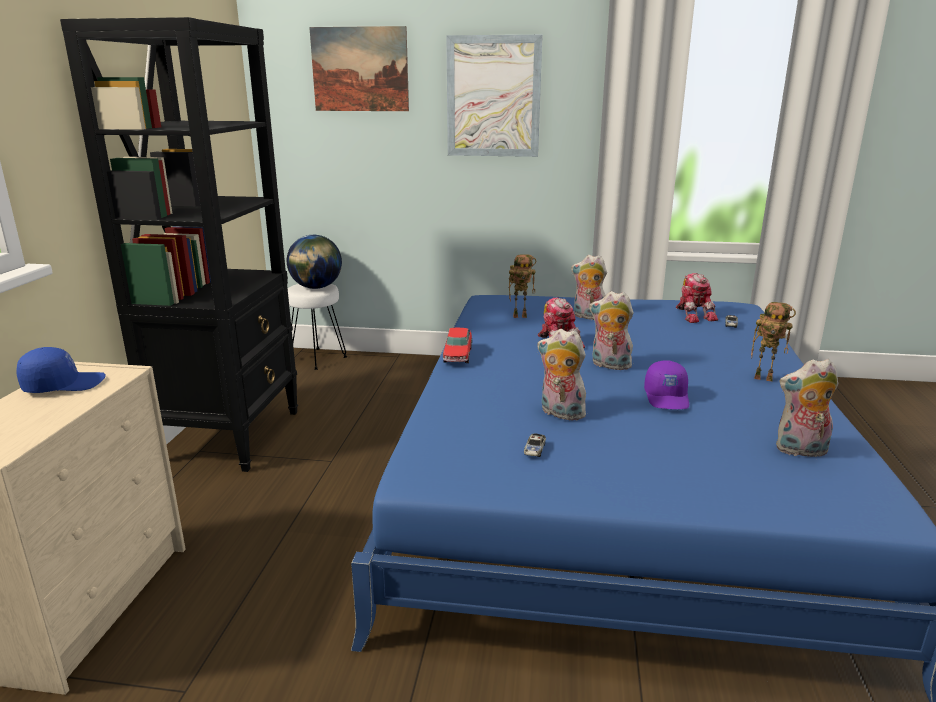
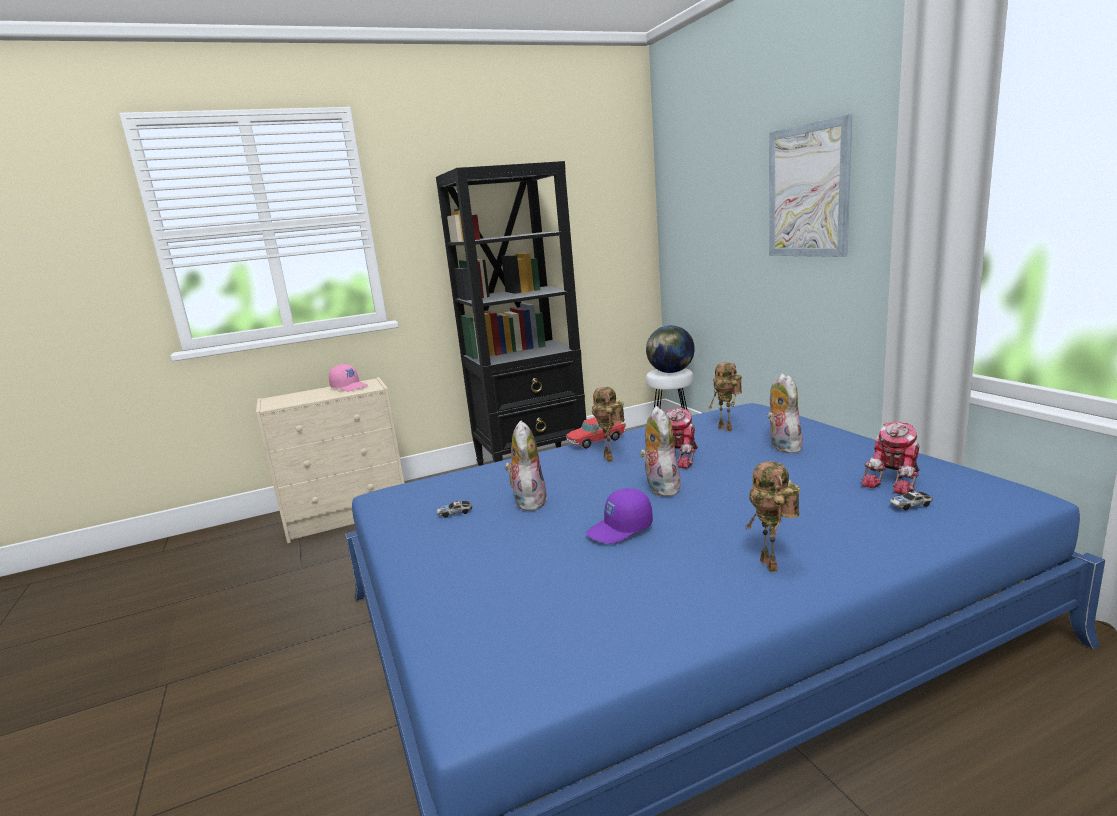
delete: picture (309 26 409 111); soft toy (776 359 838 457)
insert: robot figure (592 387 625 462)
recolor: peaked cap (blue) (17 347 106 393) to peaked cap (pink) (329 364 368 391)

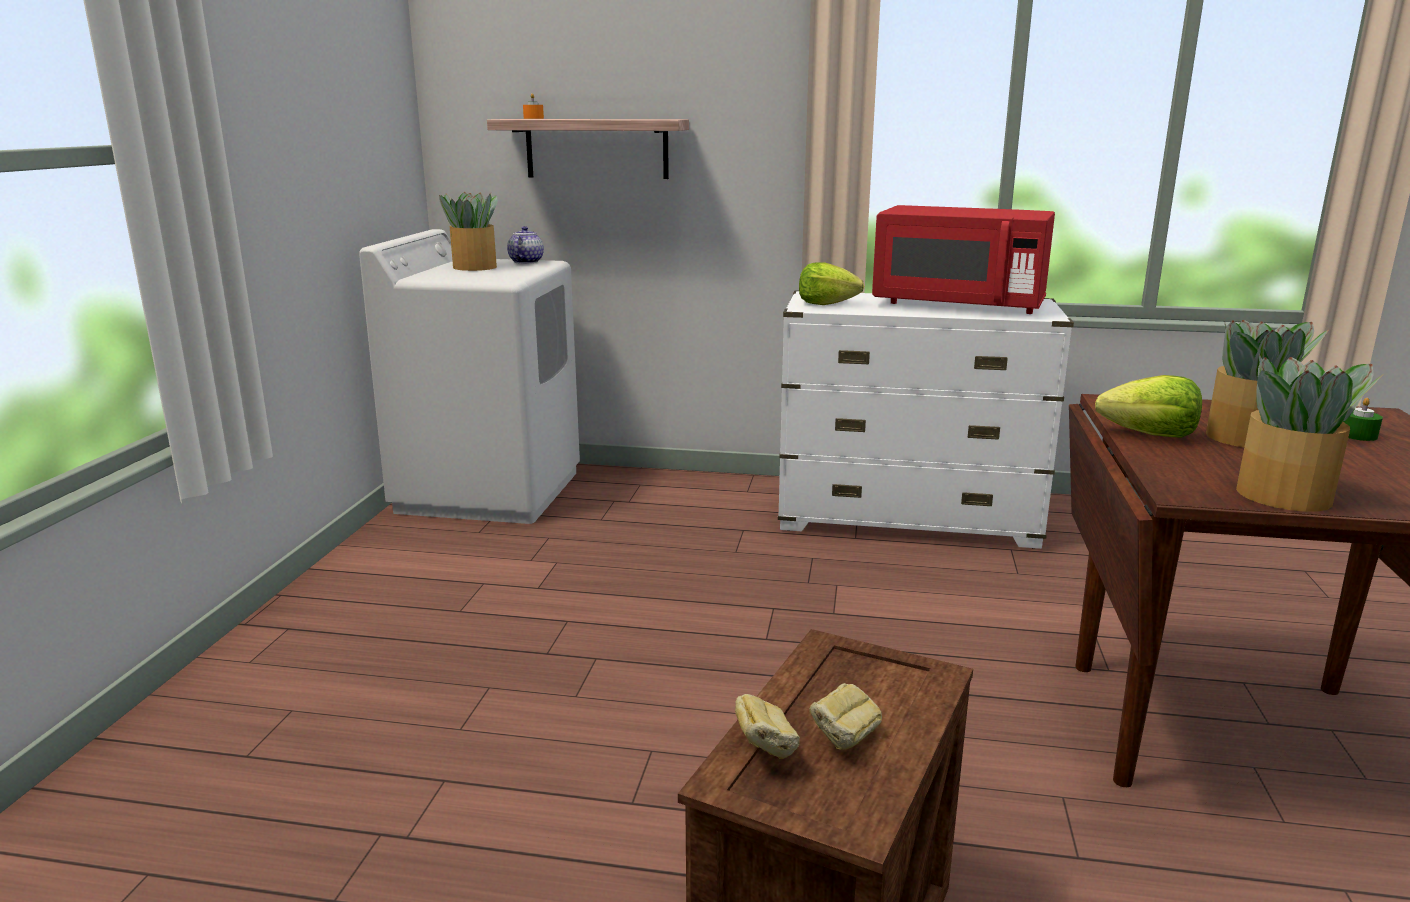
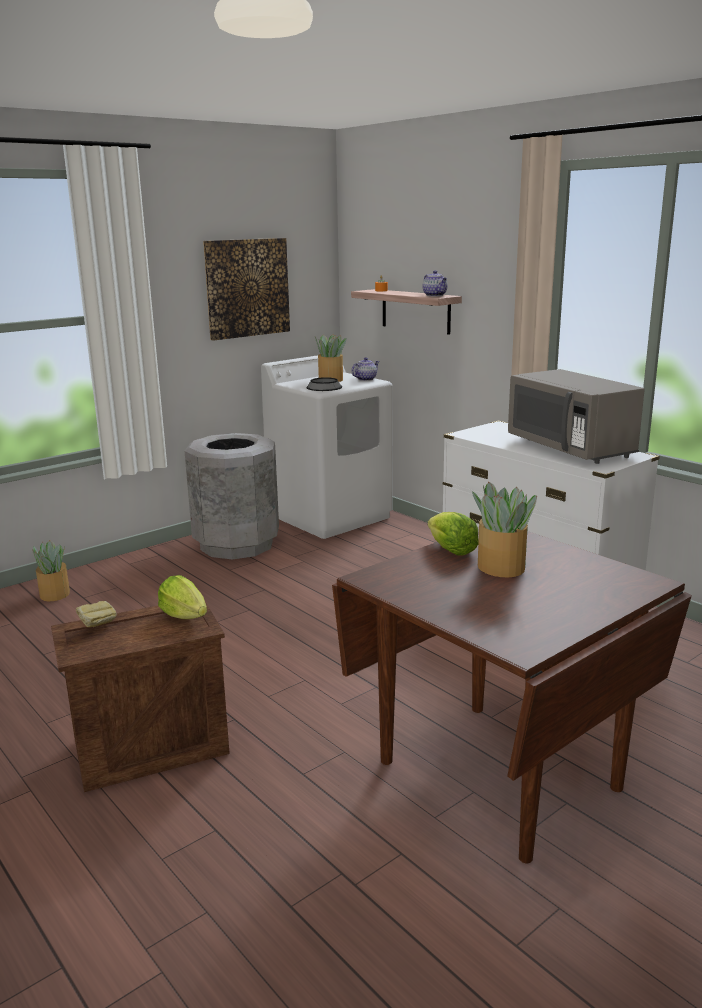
delete: bread (810 683 882 750); wax candle (greenish) (1343 398 1383 441)
insert: trash can (gray) (185 433 279 559); picture (203 238 290 341); serving bowl (307 377 342 391); pot for tea (422 270 448 296)
move: potted plant (1236 354 1383 512) to (32 540 70 601); lettuce head (799 262 864 305) to (158 575 207 619)
recolor: microwave oven (red) (872 205 1055 314) to microwave oven (gray) (508 369 645 464)

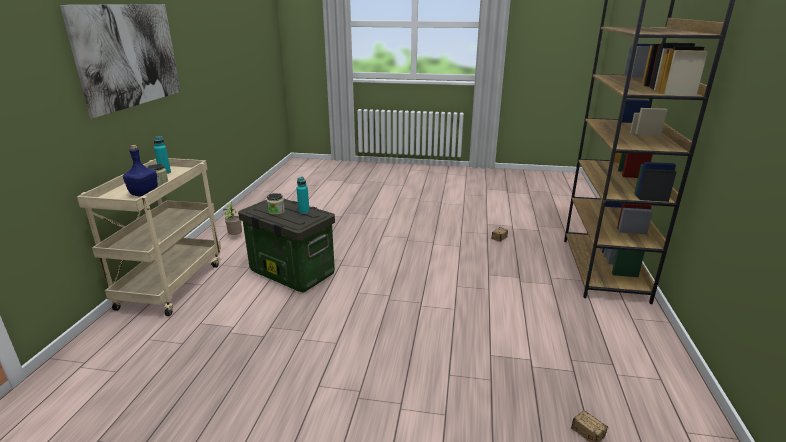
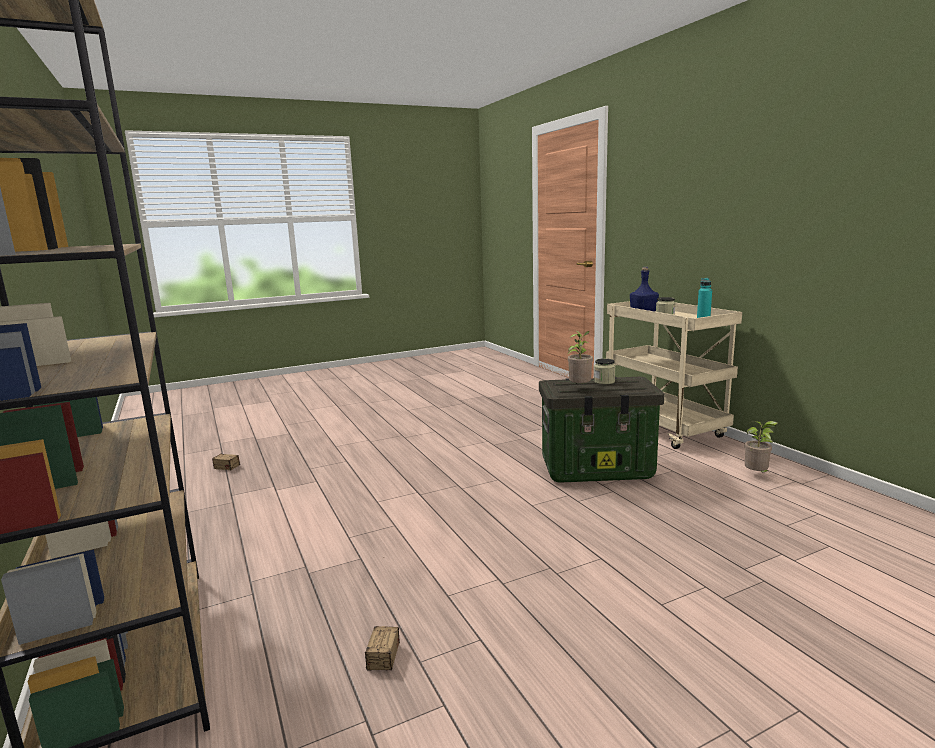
delete: picture (60 4 181 118)
replace: drink bottle (blue-green) (296 177 310 214) to potted plant (567 331 593 384)

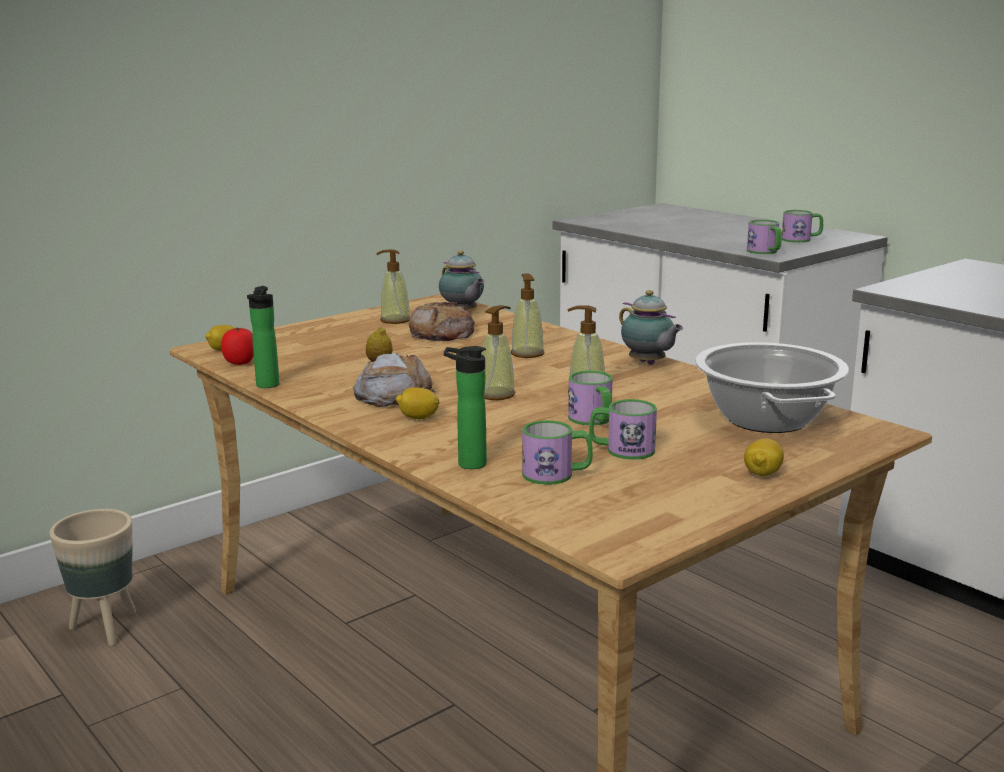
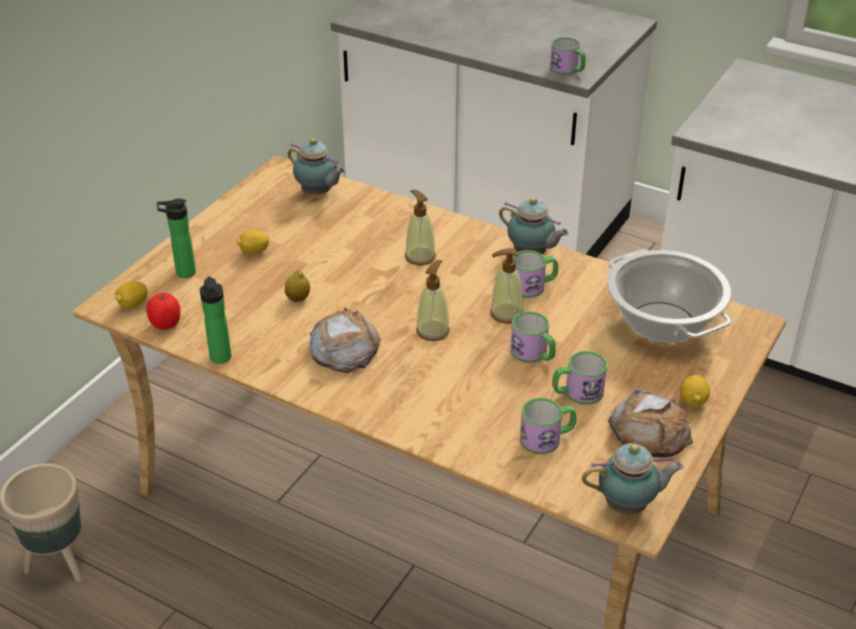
delete: liquid soap bottle (376 249 410 324)
insert: pot for tea (582 443 684 515)
move: drink bottle (444 346 487 469) to (157 198 196 278); citrus fruit (396 387 440 419) to (237 230 269 254); coffee mug (782 210 823 243) to (513 250 558 298); bread (409 302 475 341) to (608 388 693 458)

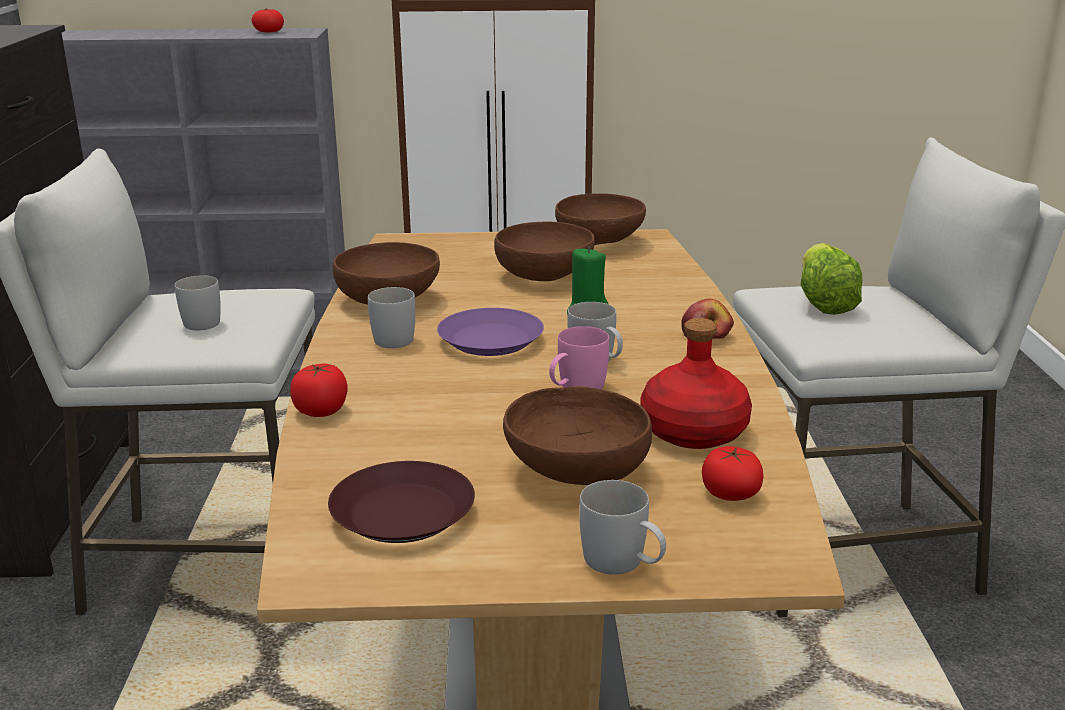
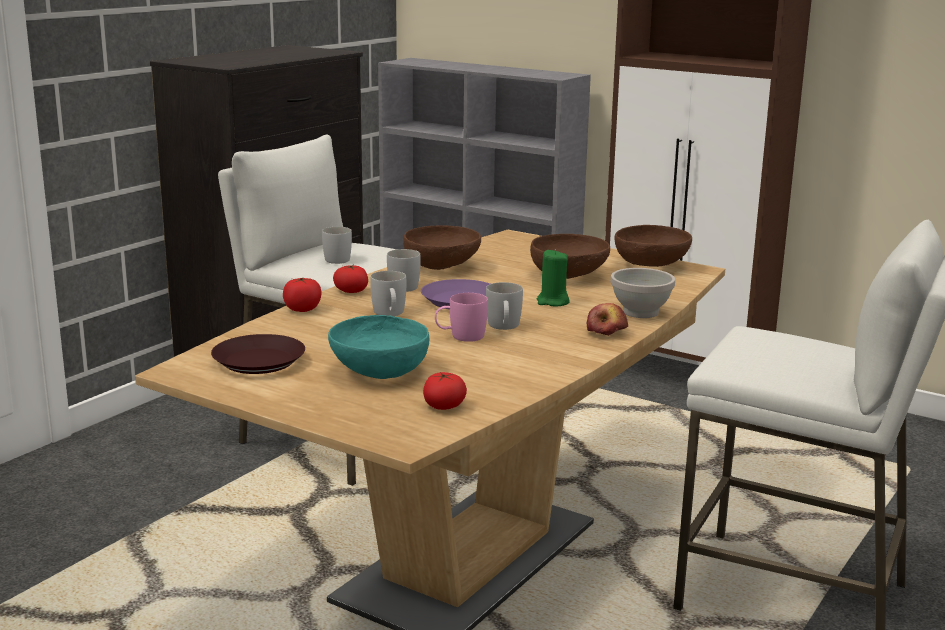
delete: drink bottle (red) (640 318 752 449); lettuce head (801 243 862 315)
insert: serving bowl (whitish) (611 268 675 318)
move: tomato (252 9 284 32) to (333 265 368 293); coffee mug (whitish) (579 480 666 575) to (370 271 406 316)
recolor: serving bowl (brownish) (503 386 652 485) to serving bowl (blue-green) (328 315 429 379)

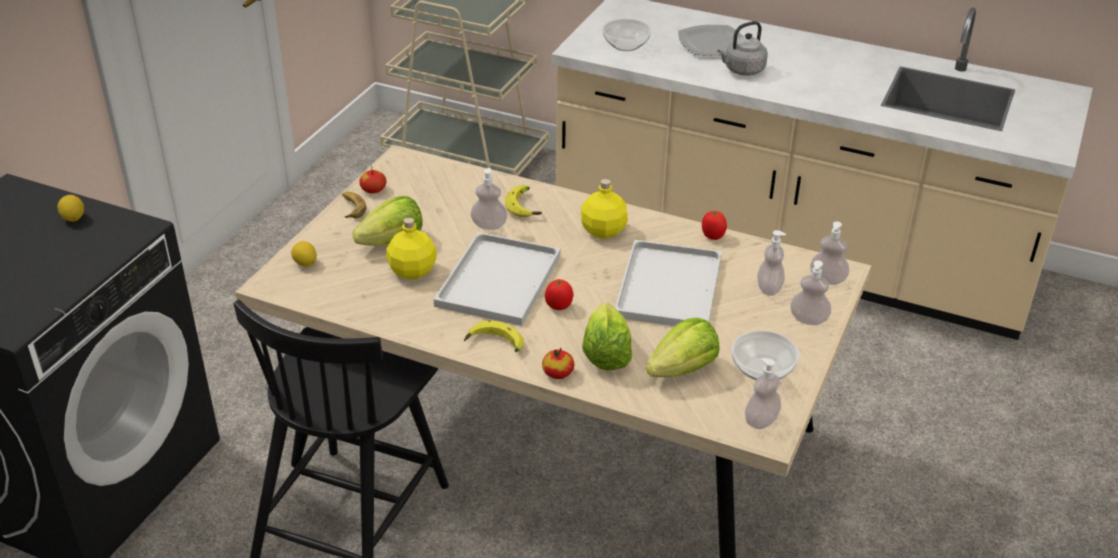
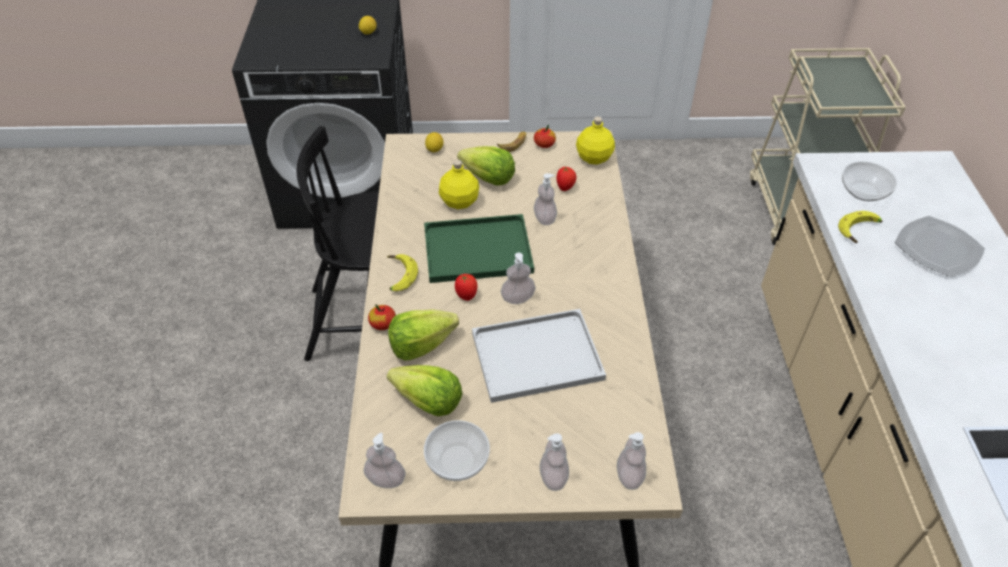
delete: water kettle (gray) (717 21 768 76)
move: liquid soap bottle (757 230 786 296) to (501 253 536 304); tomato (702 211 727 240) to (557 166 576 191); drink bottle (yellow) (581 179 628 239) to (576 116 615 165); banana fruit (505 185 542 217) to (838 211 882 243)
recolor: carrying tray (whitish) (434 232 561 326) to carrying tray (greenish) (424 214 534 283)

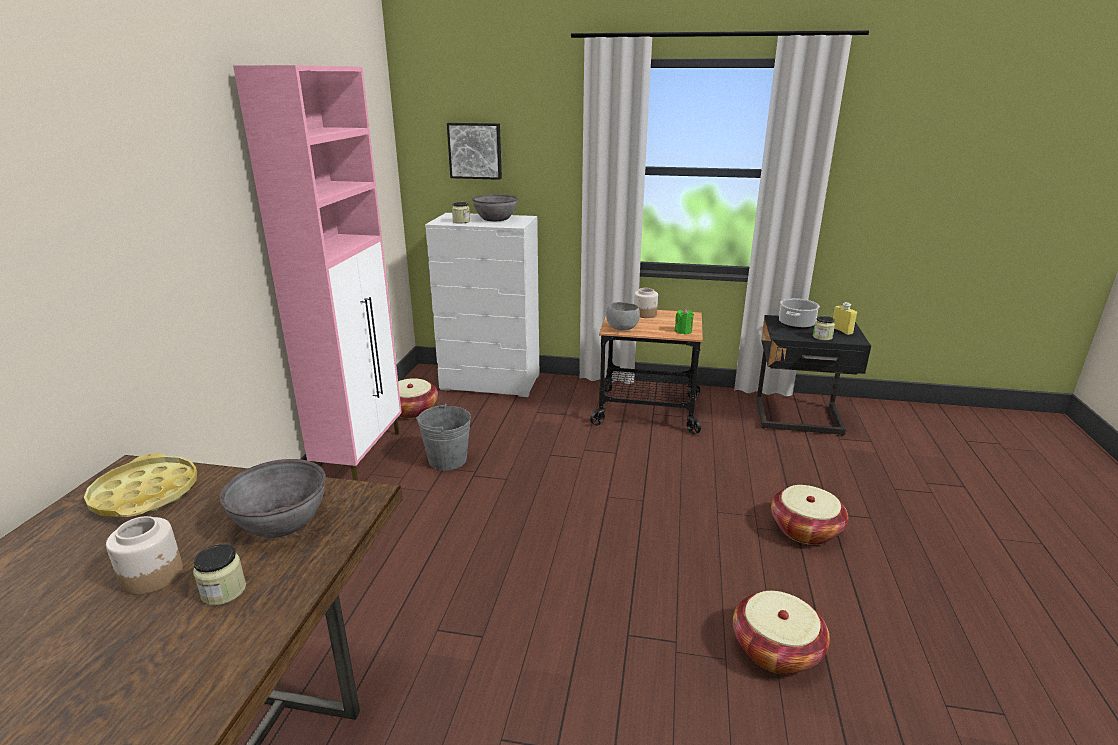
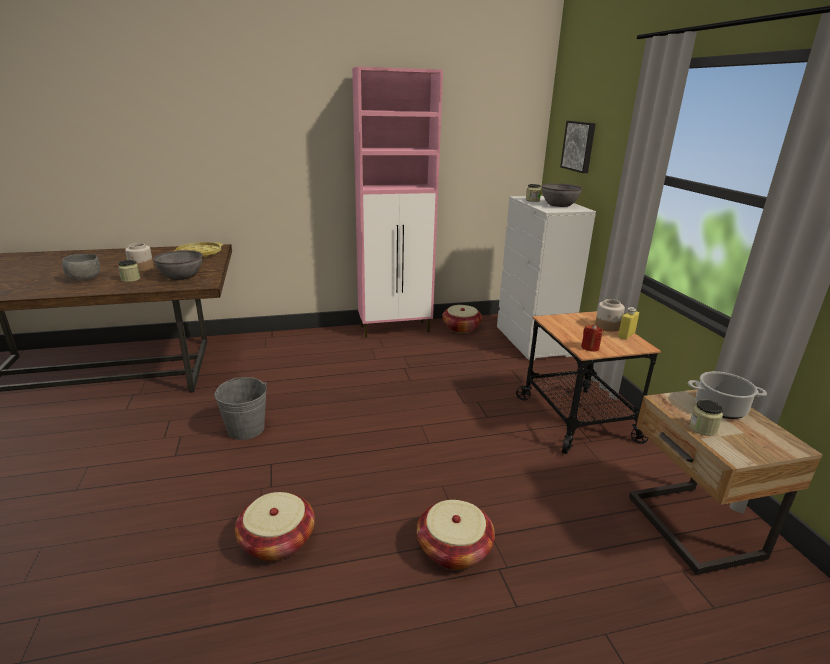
move: serving bowl (gray) (606 302 640 330) to (62 254 100 281); water bucket (gray) (416 403 471 470) to (214 377 267 440); drink bottle (yellow) (833 302 857 335) to (618 307 639 340)
recolor: wax candle (greenish) (675 308 694 334) to wax candle (red) (581 324 603 352); bedside table (black) (757 315 871 436) to bedside table (sand-coloured) (629 389 823 575)

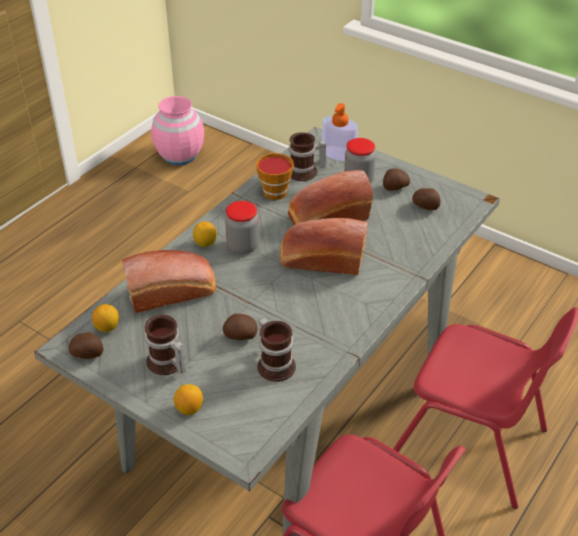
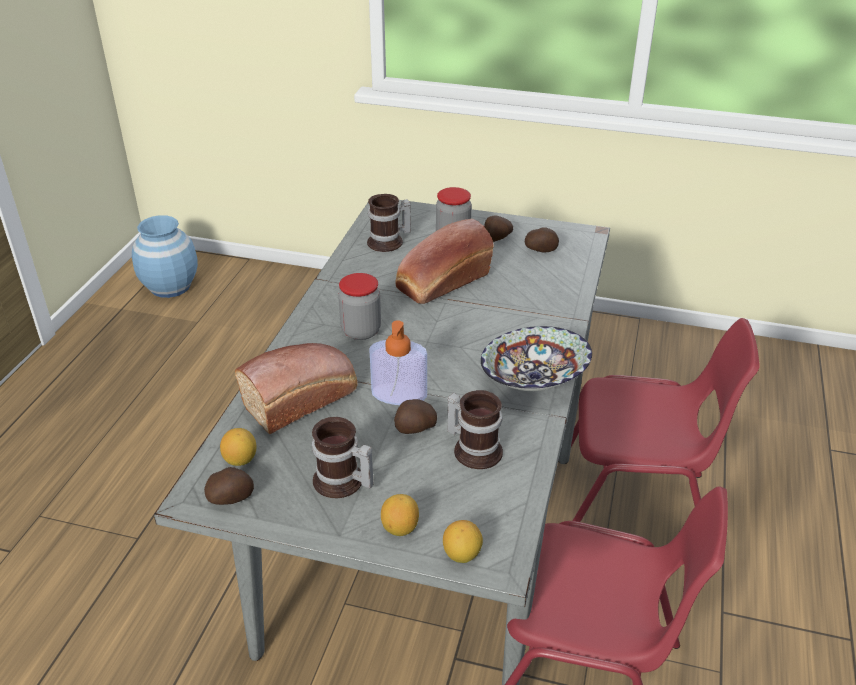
delete: cup (256 153 294 200); bread (280 218 368 275)
insert: serving bowl (481 326 592 391)
move: liquid soap bottle (322 103 358 161) to (369 320 427 405); citrus fruit (193 221 217 247) to (443 520 483 563)
recolor: flower vase (pink) (151 96 204 165) to flower vase (blue) (132 215 198 298)

